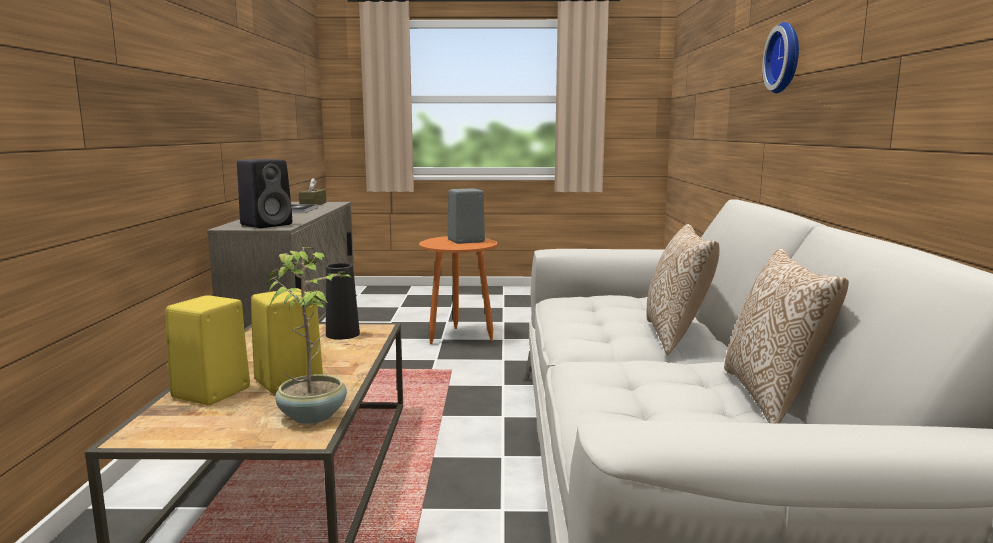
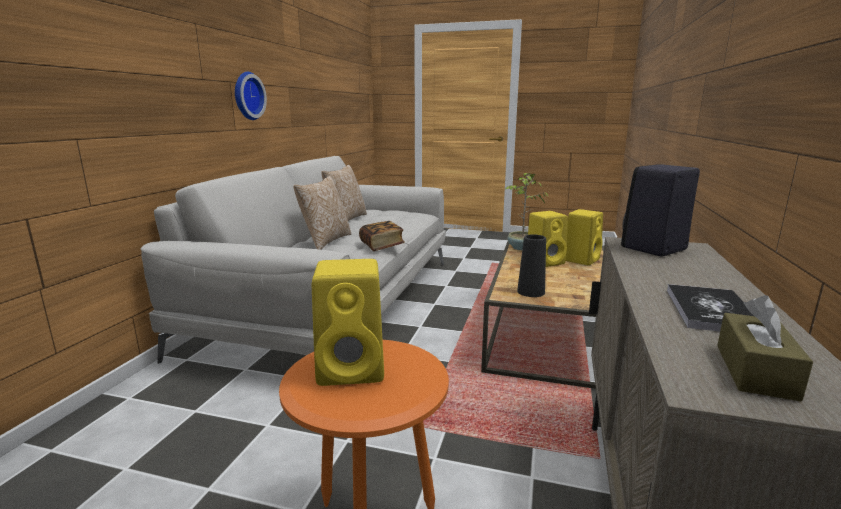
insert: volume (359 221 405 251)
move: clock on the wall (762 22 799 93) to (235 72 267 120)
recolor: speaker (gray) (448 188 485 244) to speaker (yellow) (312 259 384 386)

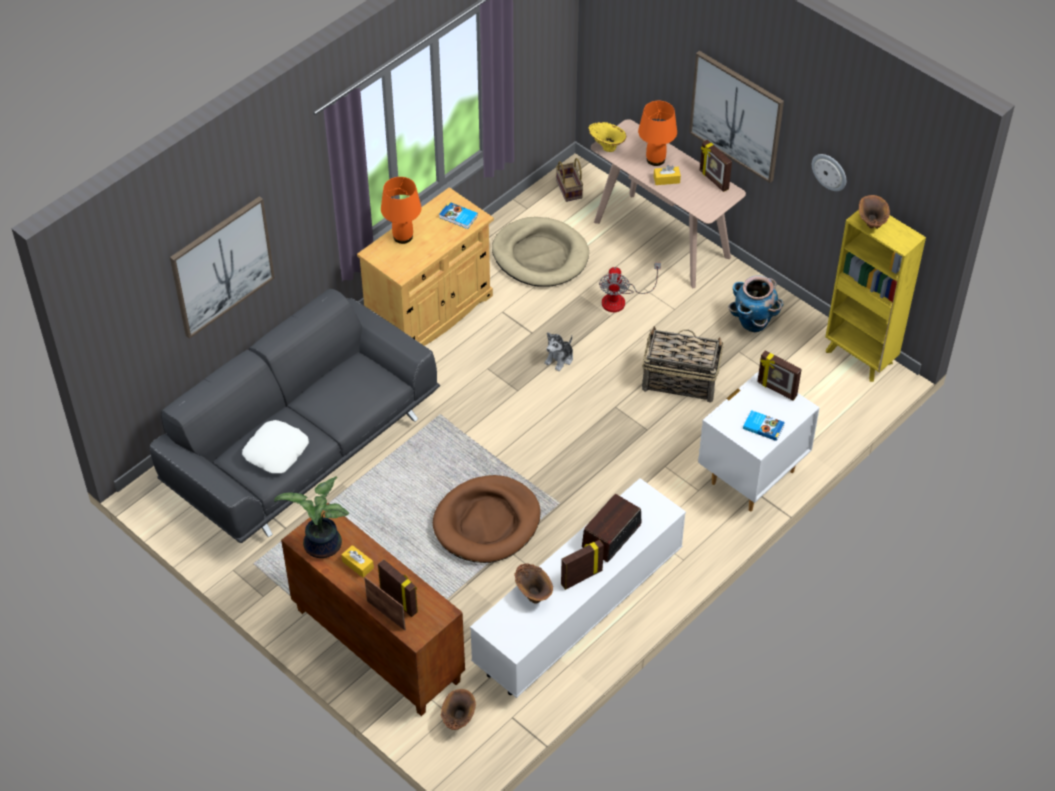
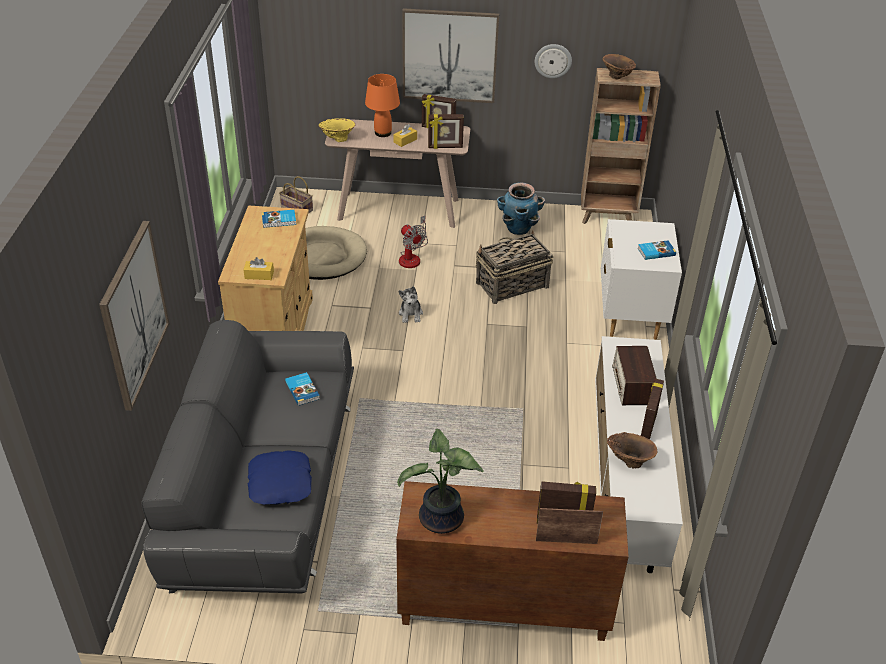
delete: tabletop lamp (orangey) (381 177 422 244); dog cushion (brownish) (433 475 541 563); flower vase (brownish) (441 689 476 730)
insert: volume (285 372 320 406)
move: box of tissues (yellow) (341 545 374 577) to (244 257 274 280); picture frame (757 350 802 400) to (428 114 464 149)
recolor: throw pillow (whitish) (242 420 309 473) to throw pillow (blue) (248 450 312 504); shelving unit (yellow) (825 209 926 382) to shelving unit (brownish) (581 68 661 224)

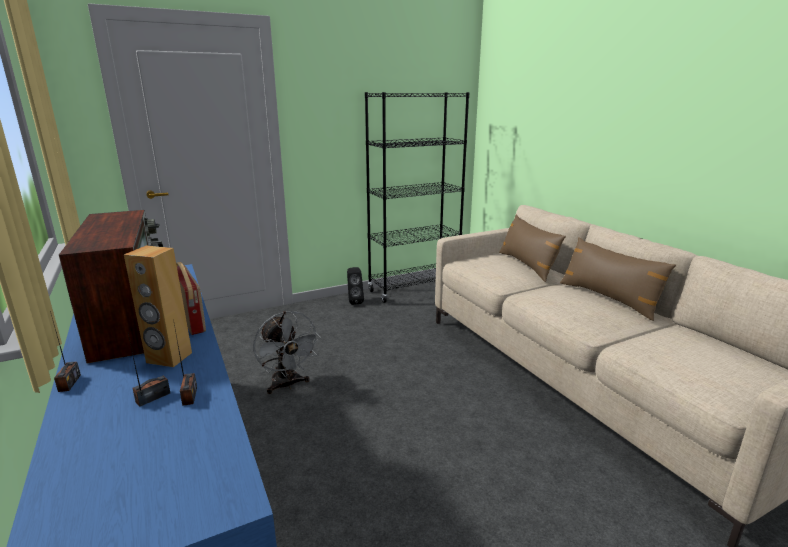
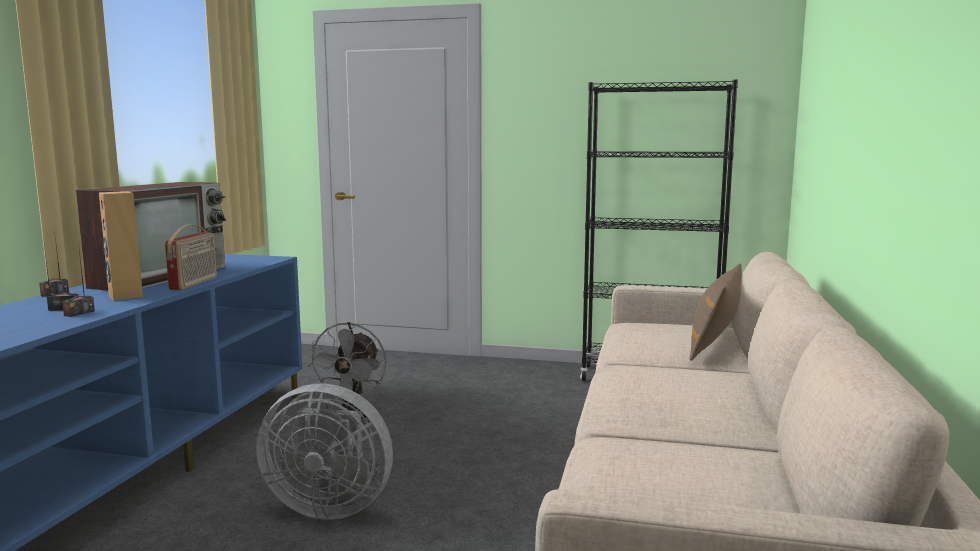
delete: speaker (black) (347 267 364 305); throw pillow (brownish) (560 237 676 321)
insert: cooling fan (gray) (256 383 393 520)

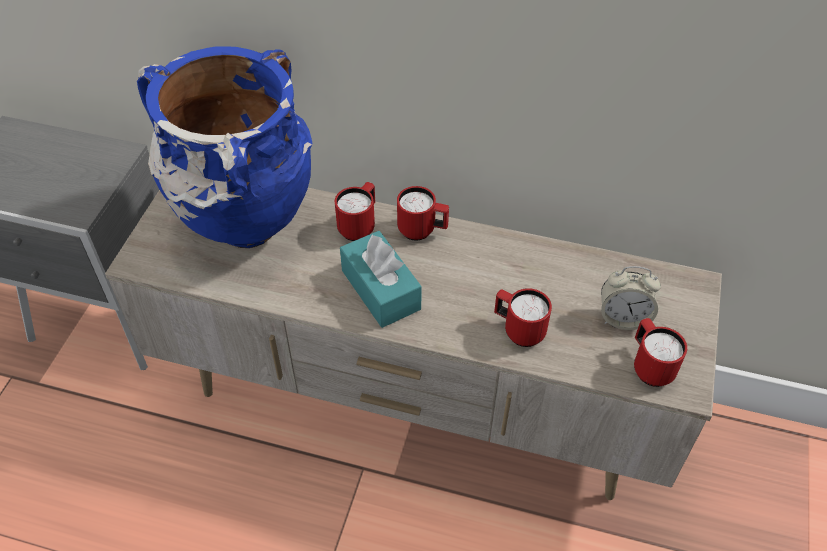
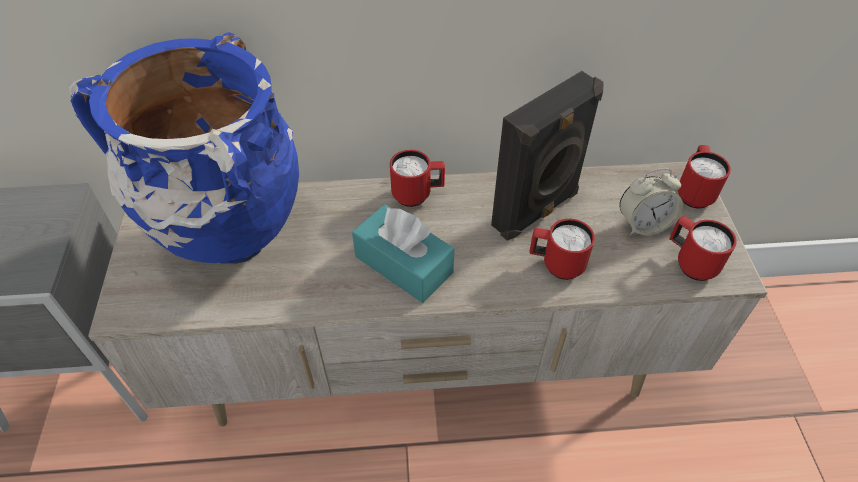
insert: speaker (black) (491 71 604 240)
move: coffee mug (red) (335 182 375 241) to (678 145 731 208)

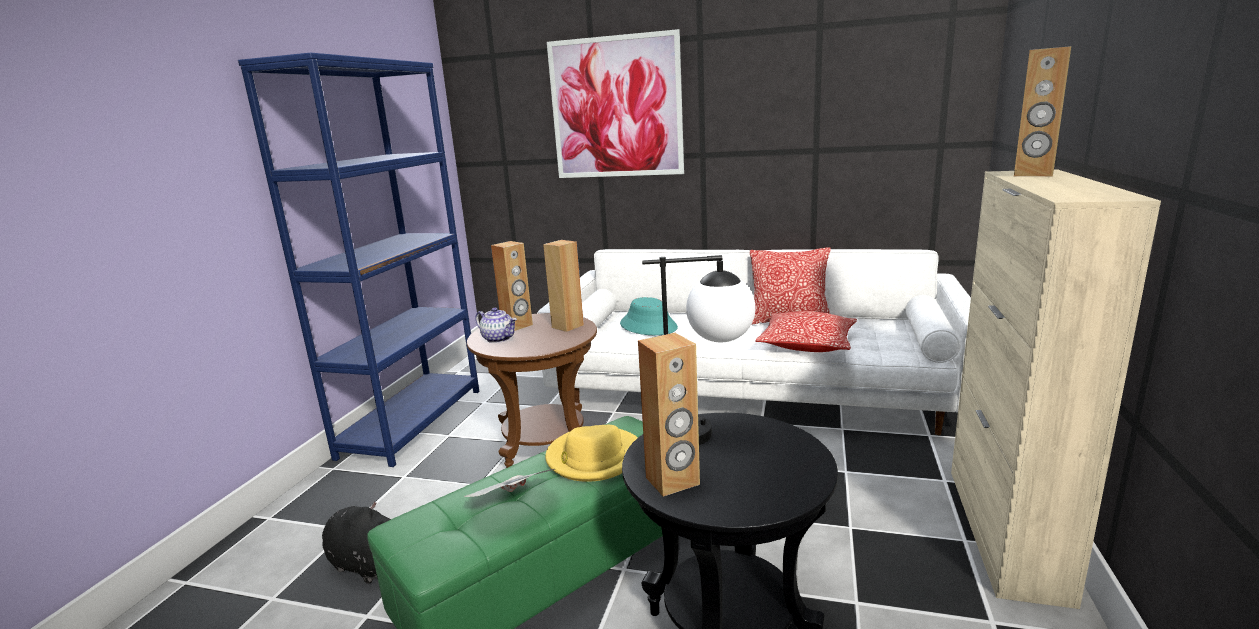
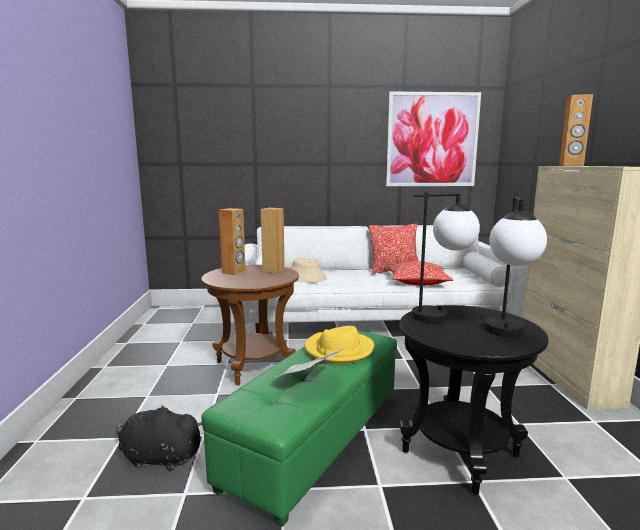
delete: shelving unit (blue) (238 52 479 467); pot for tea (475 307 517 343); speaker (brownish) (638 333 700 497)
insert: tabletop lamp (484 194 547 337)
move: picture (547 29 684 178) to (386 91 481 186)
recolor: wearable hat (blue-green) (620 297 678 335) to wearable hat (sand-coloured) (290 258 327 282)

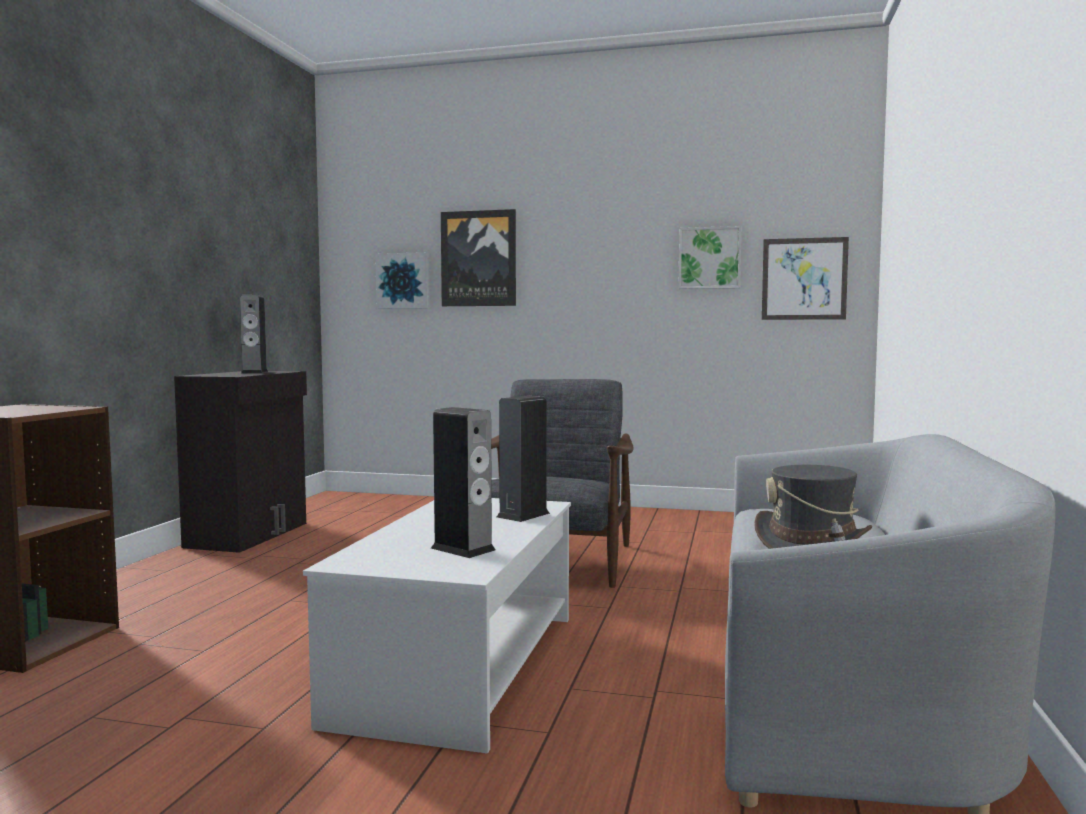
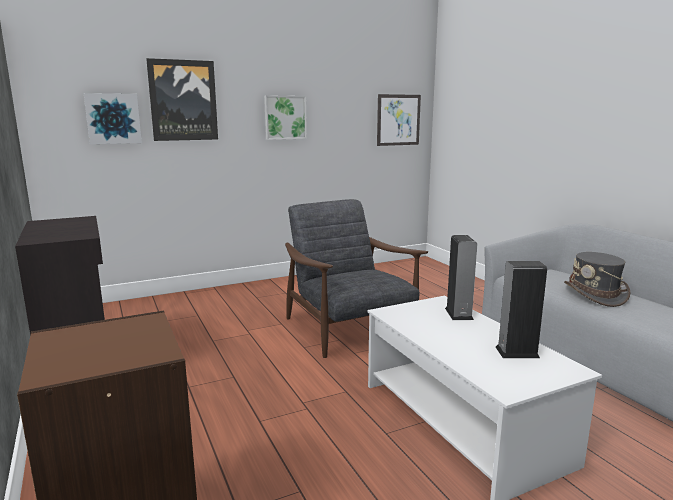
delete: speaker (240 295 268 374)
move: picture (678 226 742 289) to (264 95 307 140)

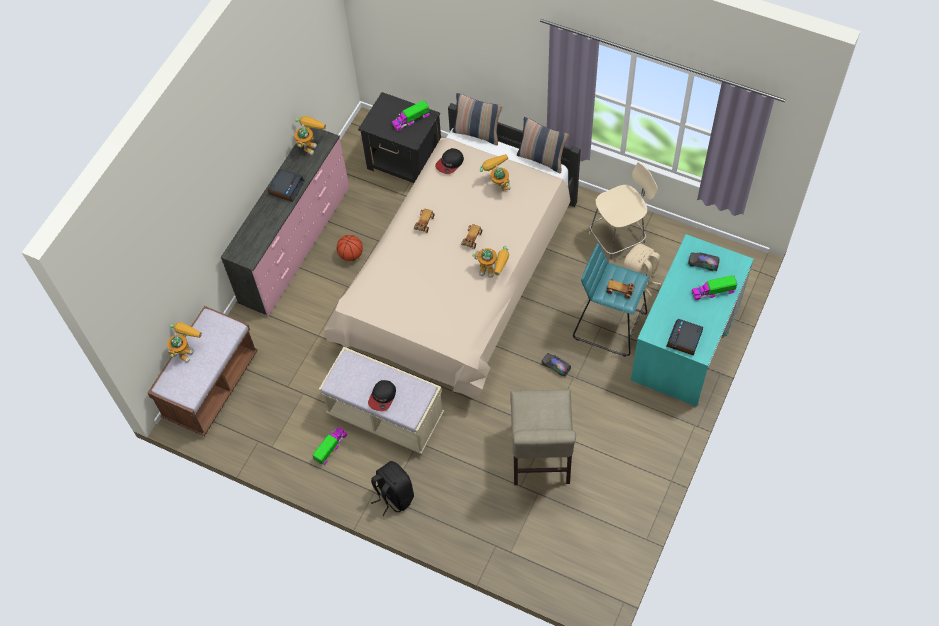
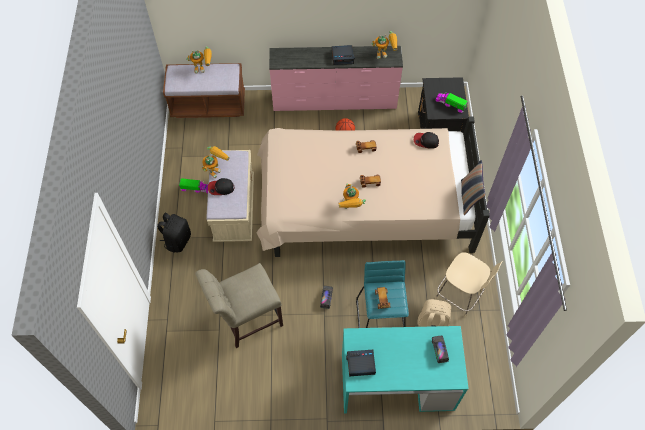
delete: throw pillow (452 93 502 145); toy lorry (691 275 737 301)
move: robot figure (480 154 511 190) to (202 146 230 178)

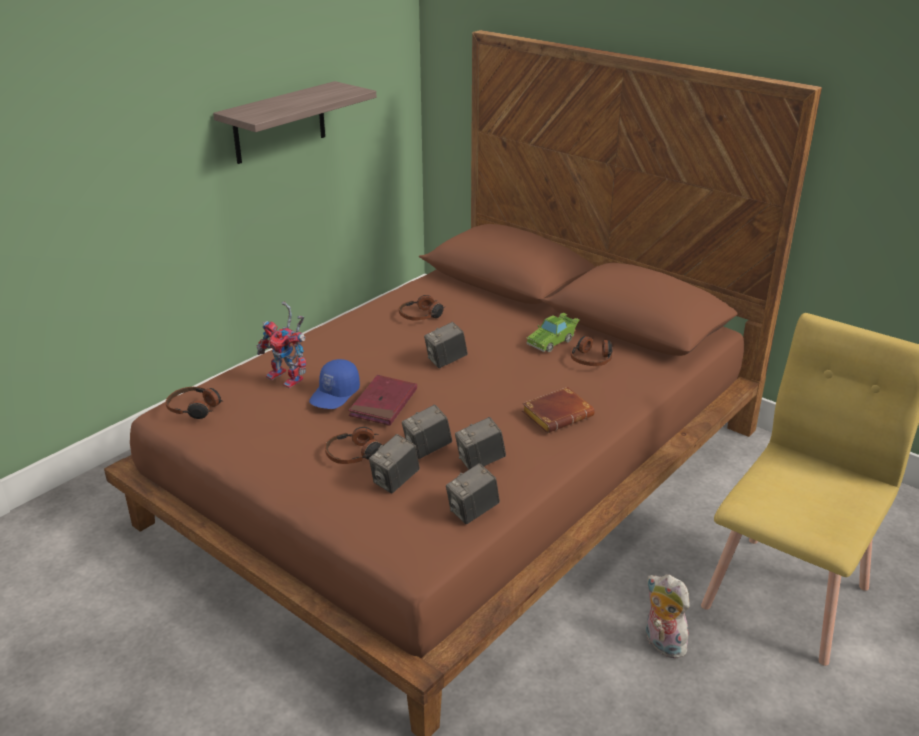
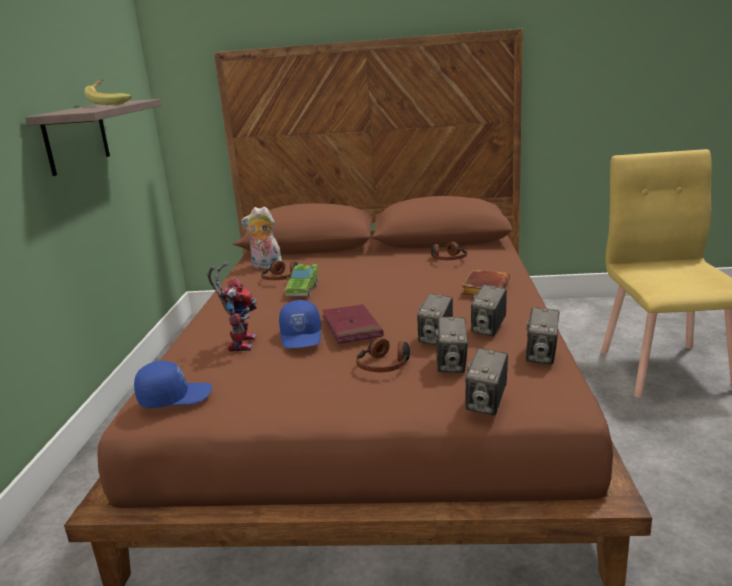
insert: banana fruit (84 79 132 105)
move: soft toy (646 574 690 659) to (241 207 282 269); model car (greenish) (526 313 579 352) to (285 264 318 296); photo camera (424 322 468 368) to (465 348 508 416)
replace: headset (166 387 222 419) to peaked cap (blue) (134 361 212 408)
rotate: robot figure (256 301 306 388) = (207 262 257 352) 90 degrees counterclockwise

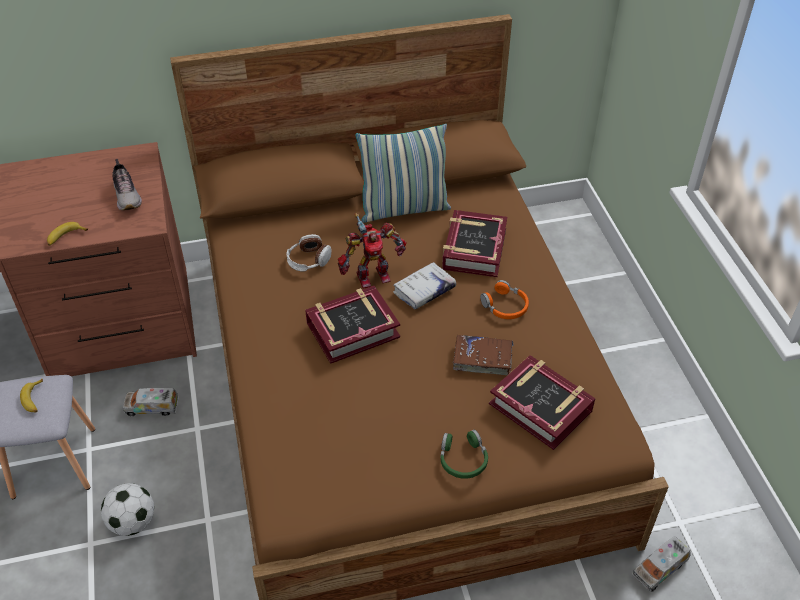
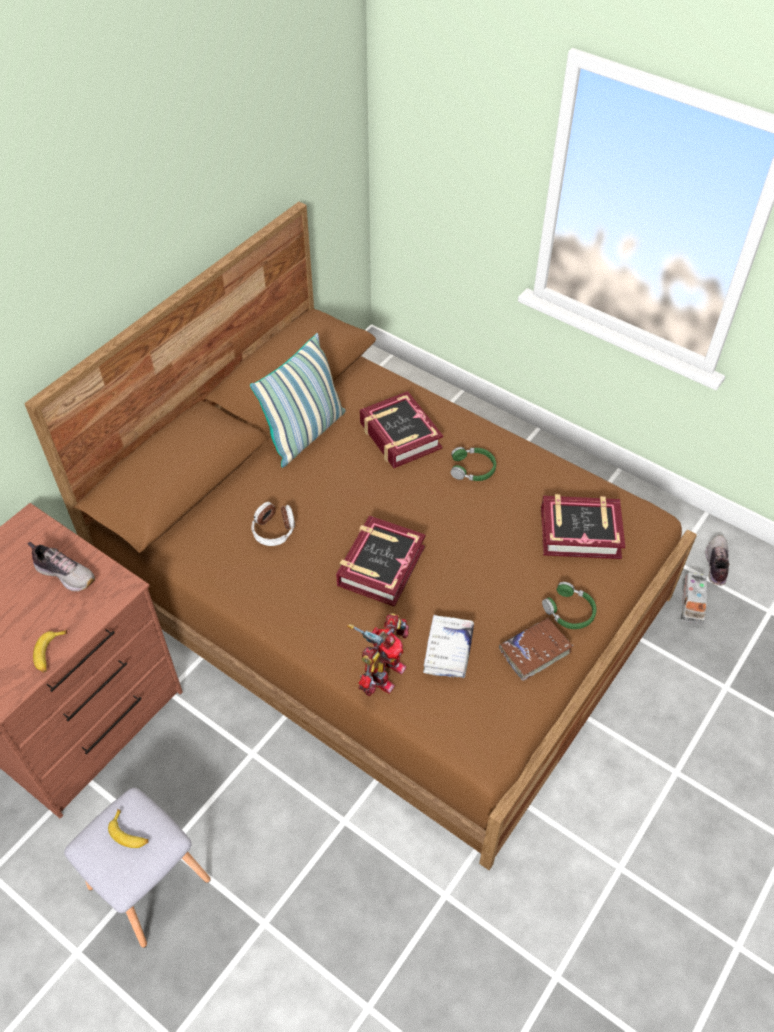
delete: football (101 483 154 536); toy lorry (123 388 179 416)
insert: shoe (705 535 729 586)
move: robot figure (338 213 406 289) to (347 614 409 696); volume (whitish) (393 262 456 309) to (423 615 474 678); volume (brownish) (453 335 514 375) to (499 617 573 681)
recolor: headset (orangey) (480 280 529 319) to headset (greenish) (450 447 496 481)

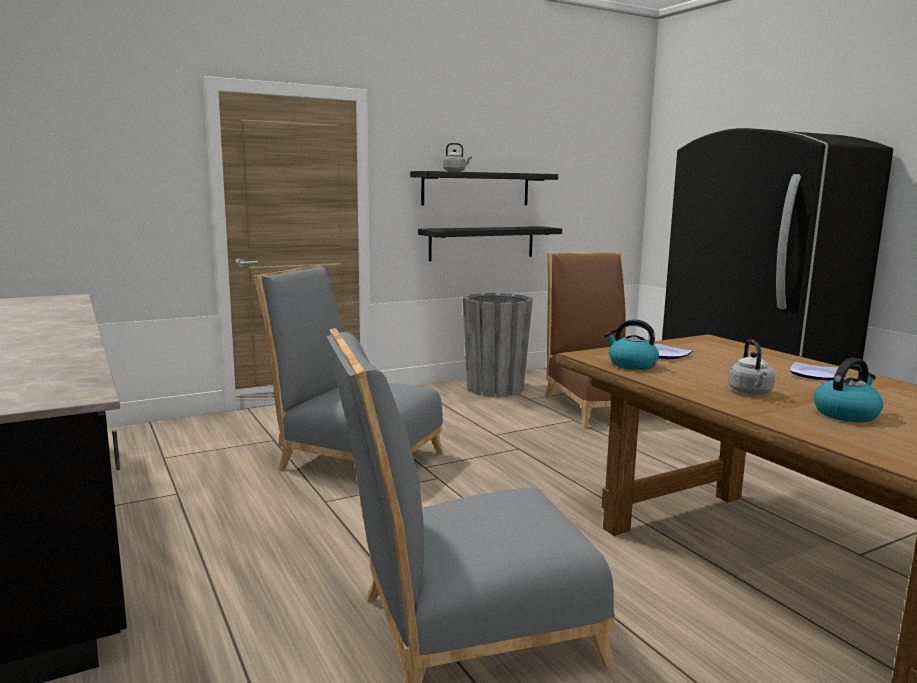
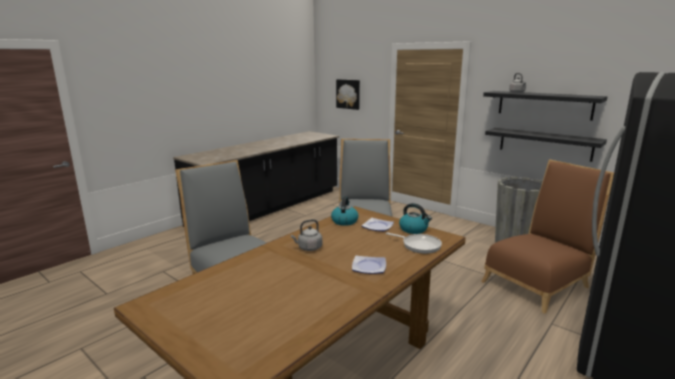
insert: picture (336 79 360 110); skillet (386 233 442 254)
move: water kettle (814 358 883 422) to (399 203 432 234)

